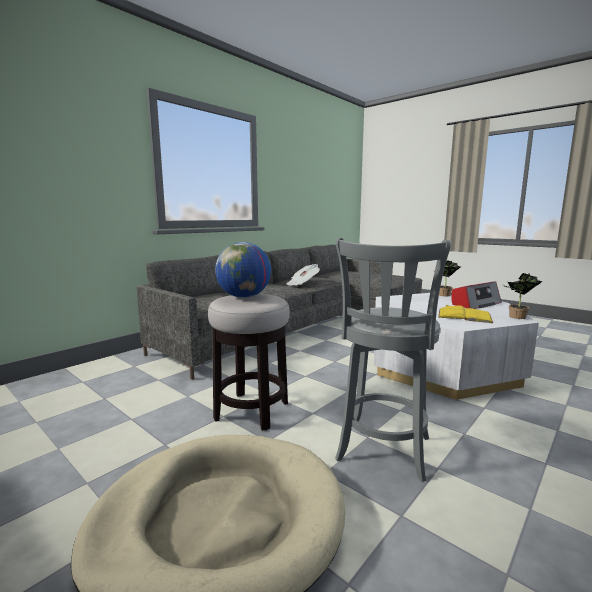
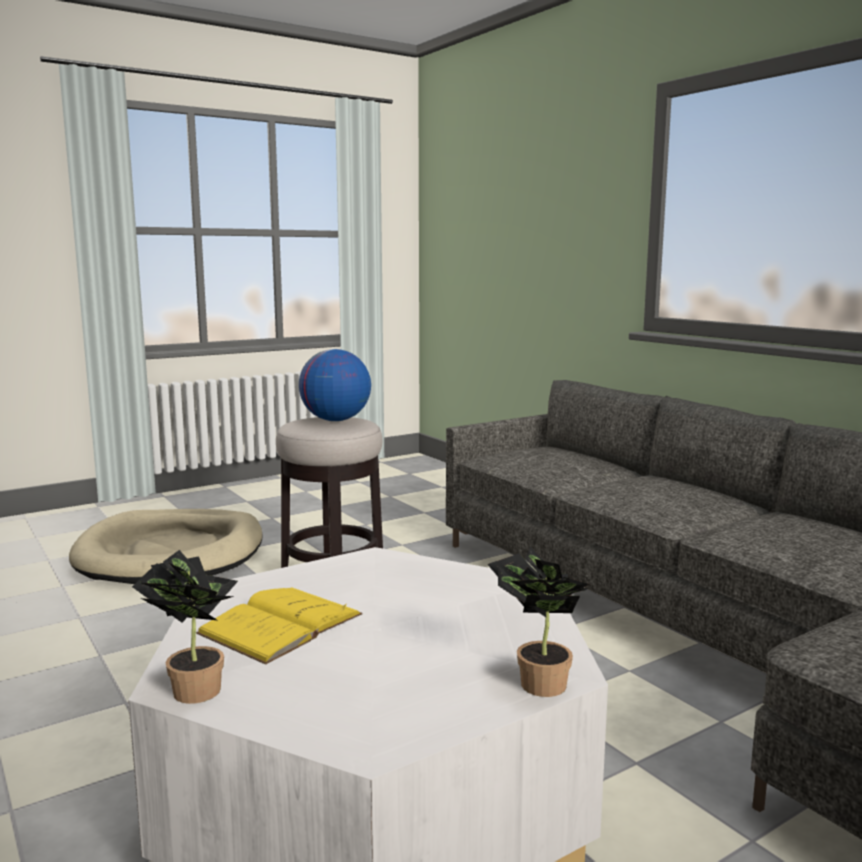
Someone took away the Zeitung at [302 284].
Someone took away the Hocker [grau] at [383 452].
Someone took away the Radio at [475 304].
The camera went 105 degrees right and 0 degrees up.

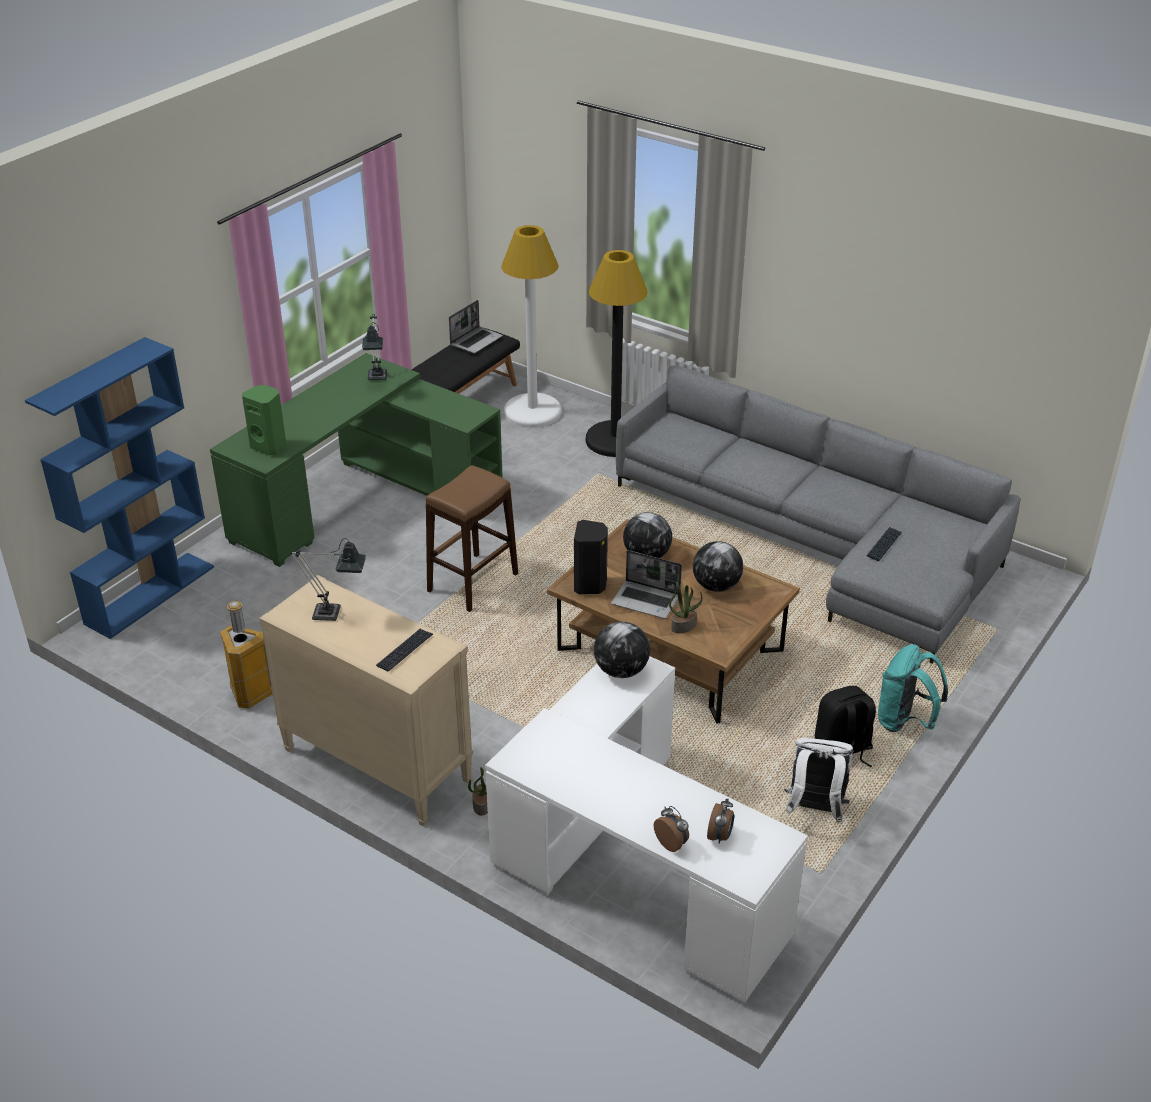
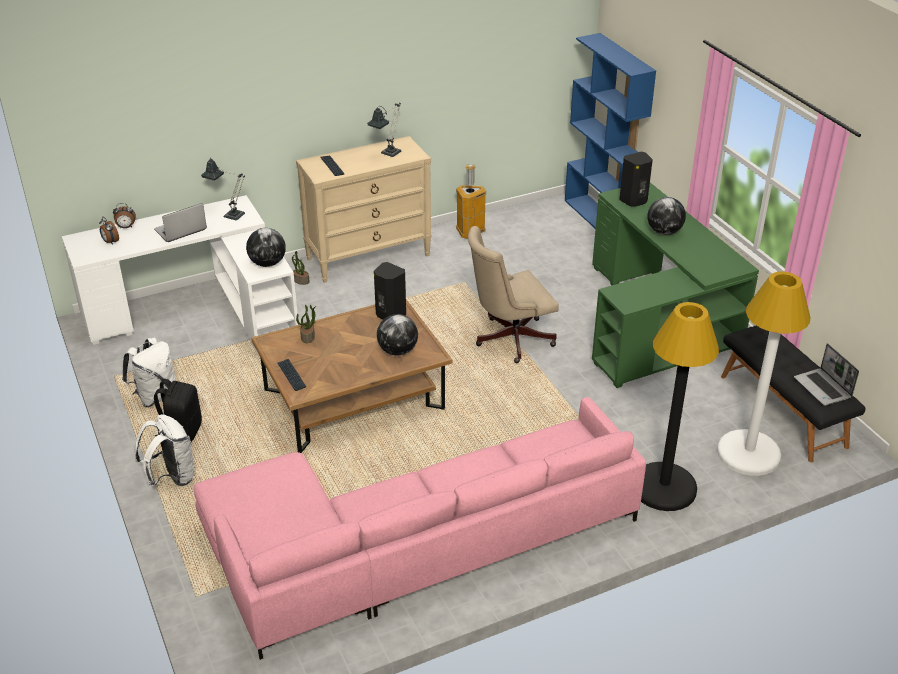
Someone repainted the Rucksack [türkis] at [904 721], which became the Rucksack [weiß] at [171 477].
Someone carried the Laptop from [646 600] to [180 230].
Someone repainted the Sofa [grau] at [816 541], which became the Sofa [rosa] at [408 545].
Someone carried the Tischlampe from [377 379] to [230 214].
Someone carried the Tastatur from [884 545] to [291 375].
Someone swapped the Hocker [braun] at [473 583] for the Bürostuhl [beige] at [509 339].
Someone repainted the Lautsprecher [grün] at [269 446], which became the Lautsprecher [schwarz] at [634 201].
Someone carried the Globus from [716 586] to [664 232].
The camera went 120 degrees right and 0 degrees up.

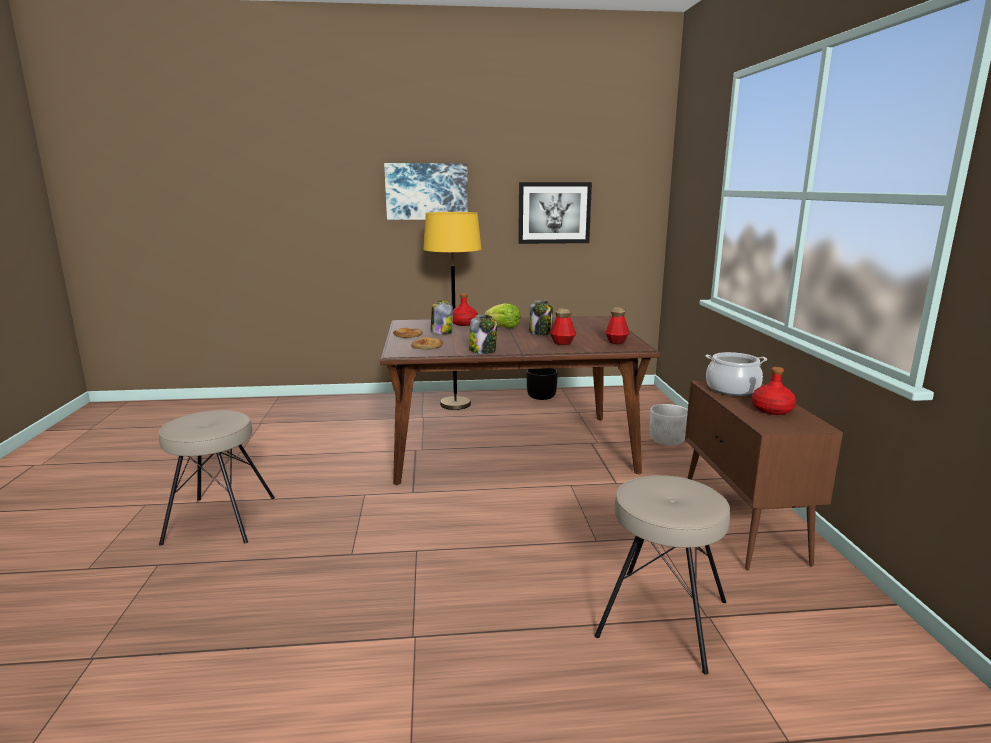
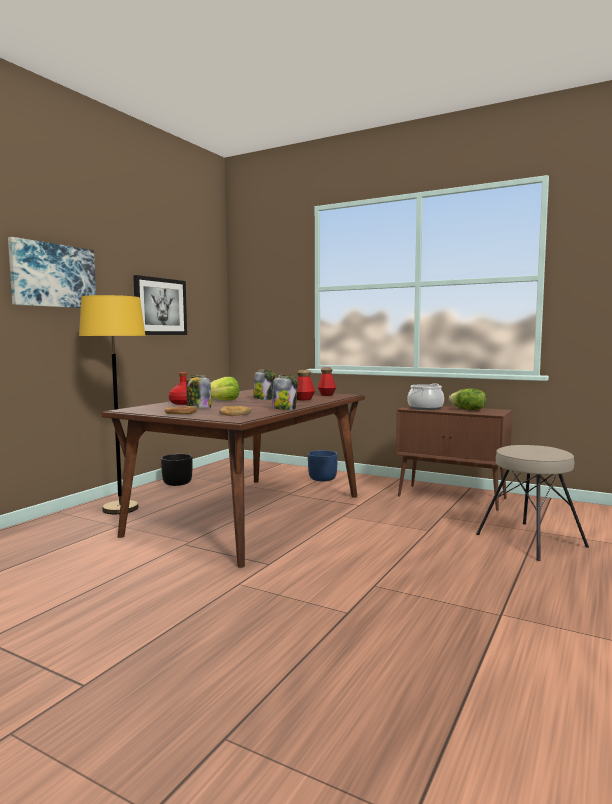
Someone repainted the Pflanzkübel [weiß] at [667 441], which became the Pflanzkübel [blau] at [322 479].
Someone swapped the Flasche [rot] at [771 410] for the Salatkopf at [468 409].
Someone took away the Hocker [beige] at [219 519].
The camera went 55 degrees left and 10 degrees down.

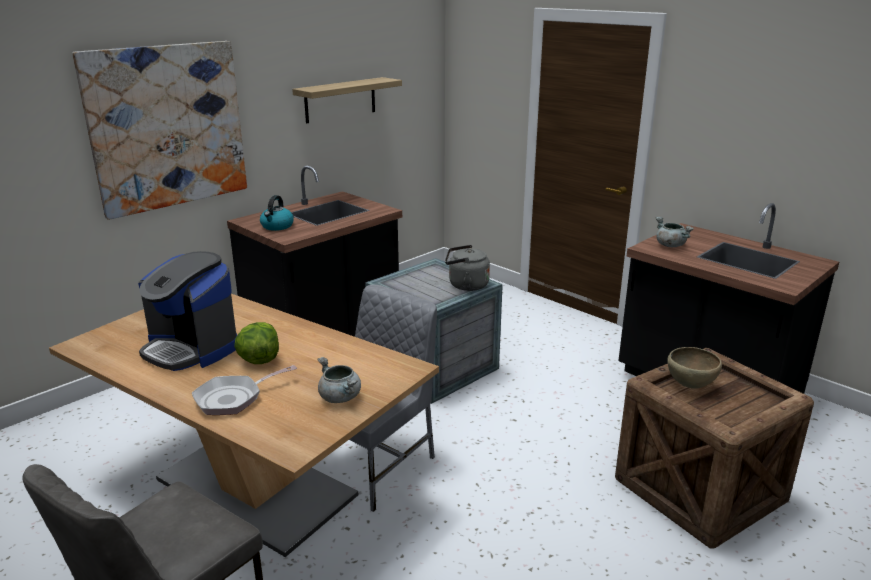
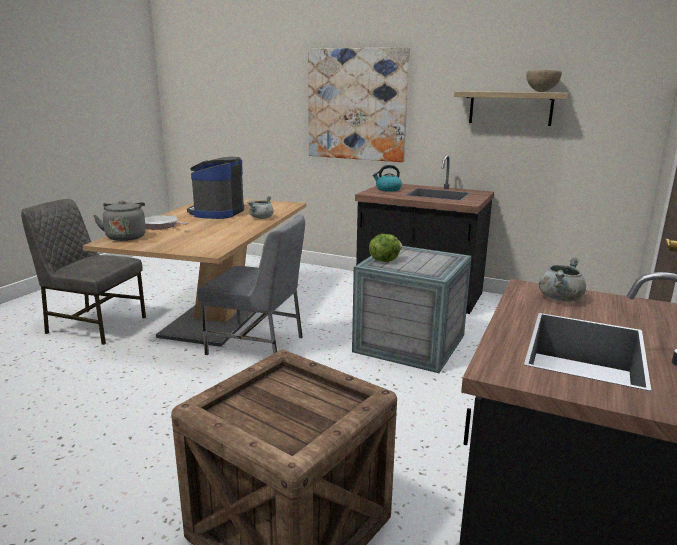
Someone carried the Wasserkessel [grau] from [465 285] to [126 237].
Someone carried the Kochtopf [grau] from [340 398] to [261 218].
Someone carried the Salatkopf from [259 360] to [384 260].
Someone carried the Schüssel [braun] from [690 385] to [541 92].
The camera went 70 degrees right and 5 degrees down.

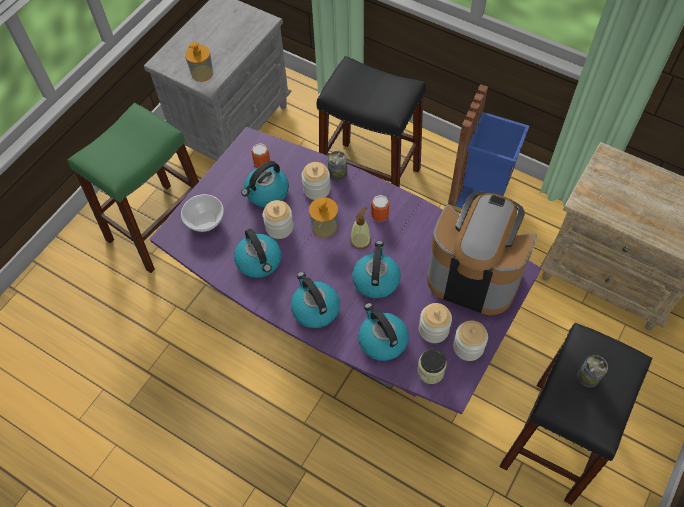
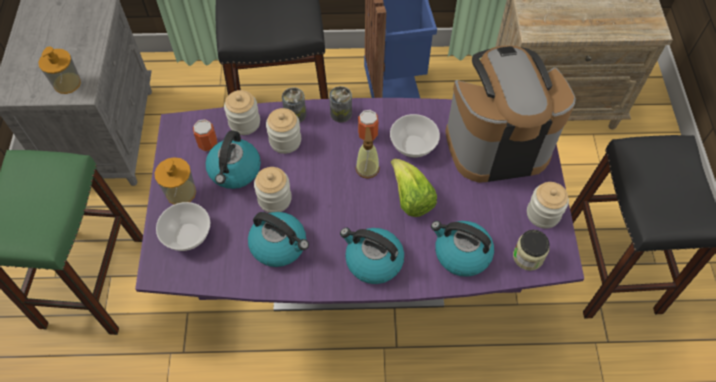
Someone carried the Seifenspender from [324 227] to [181 192].
Someone carried the Vorratsglas from [433 330] to [244 123].
Someone carried the Dose from [588 376] to [341 113].
Someone put down the Schüssel at [412 146].
Someone swapped the Wasserkessel at [376 280] for the Salatkopf at [411 198].
The camera went 35 degrees left and 0 degrees up.

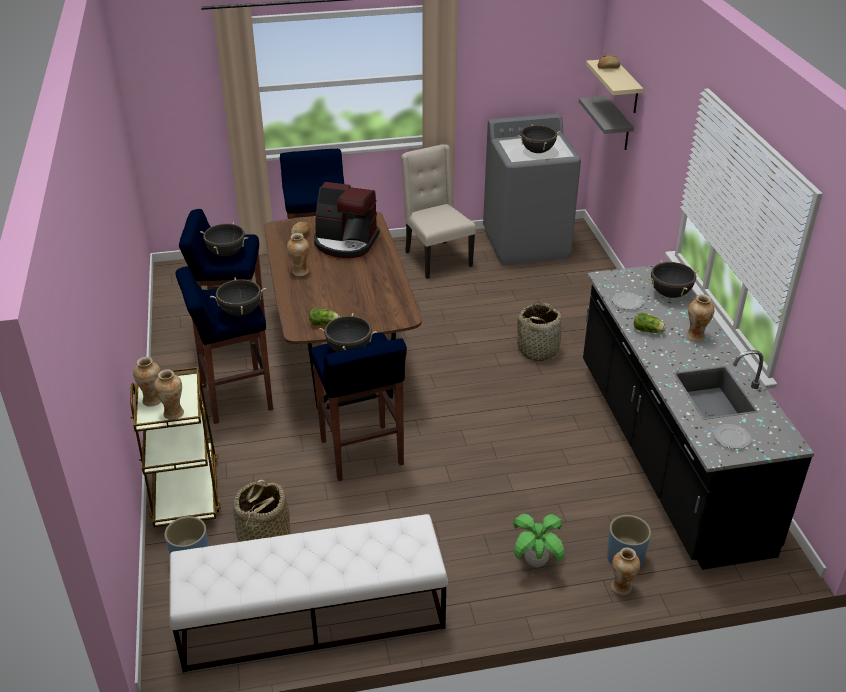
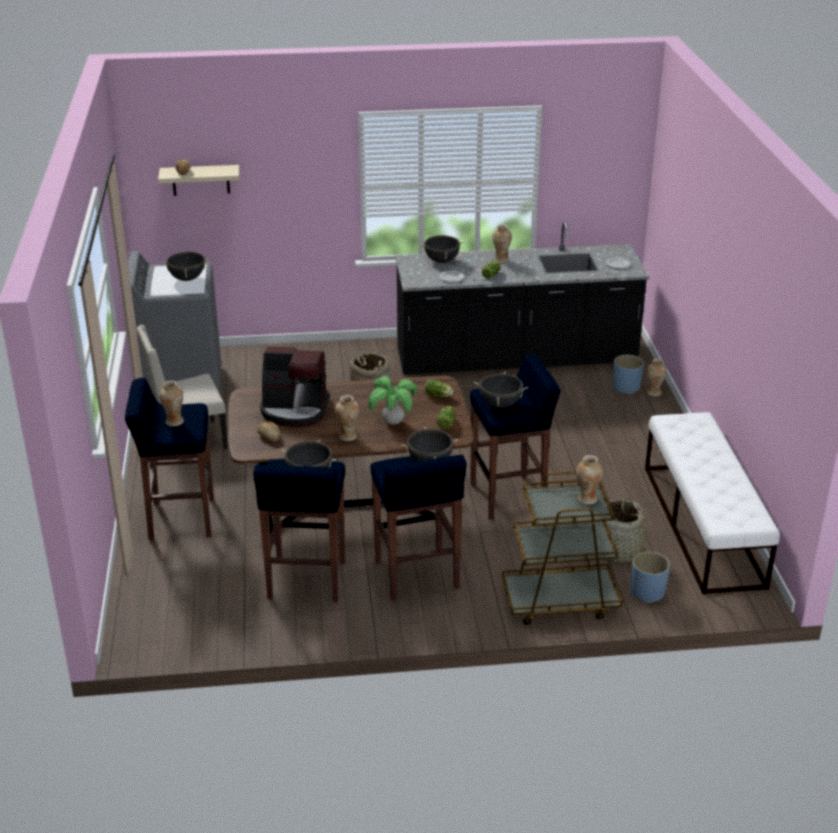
Someone carried the Vase from [152 400] to [174 422].
Someone rotated the Kaffeemaschine at [345 242] by 75 degrees clockwise.
Someone carried the Topfpflanze from [536 562] to [393 422].
Someone put down the Salatkopf at [439 396].
Someone took away the Wandregal [grau] at [618 124].
The camera went 85 degrees left and 5 degrees down.

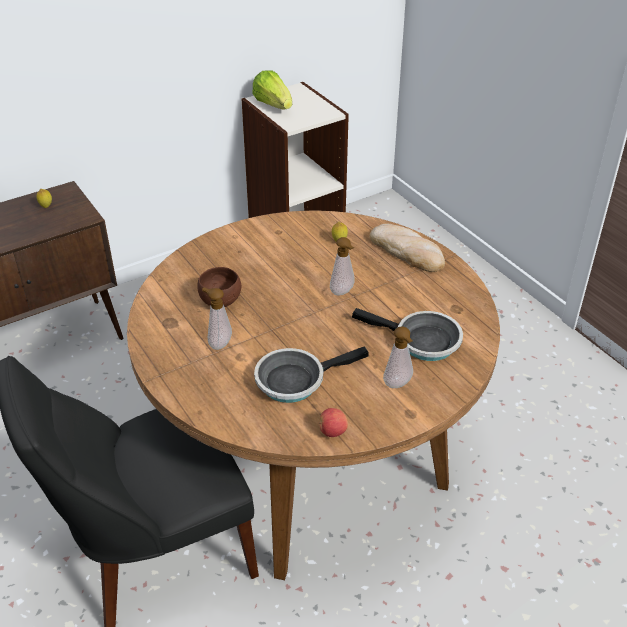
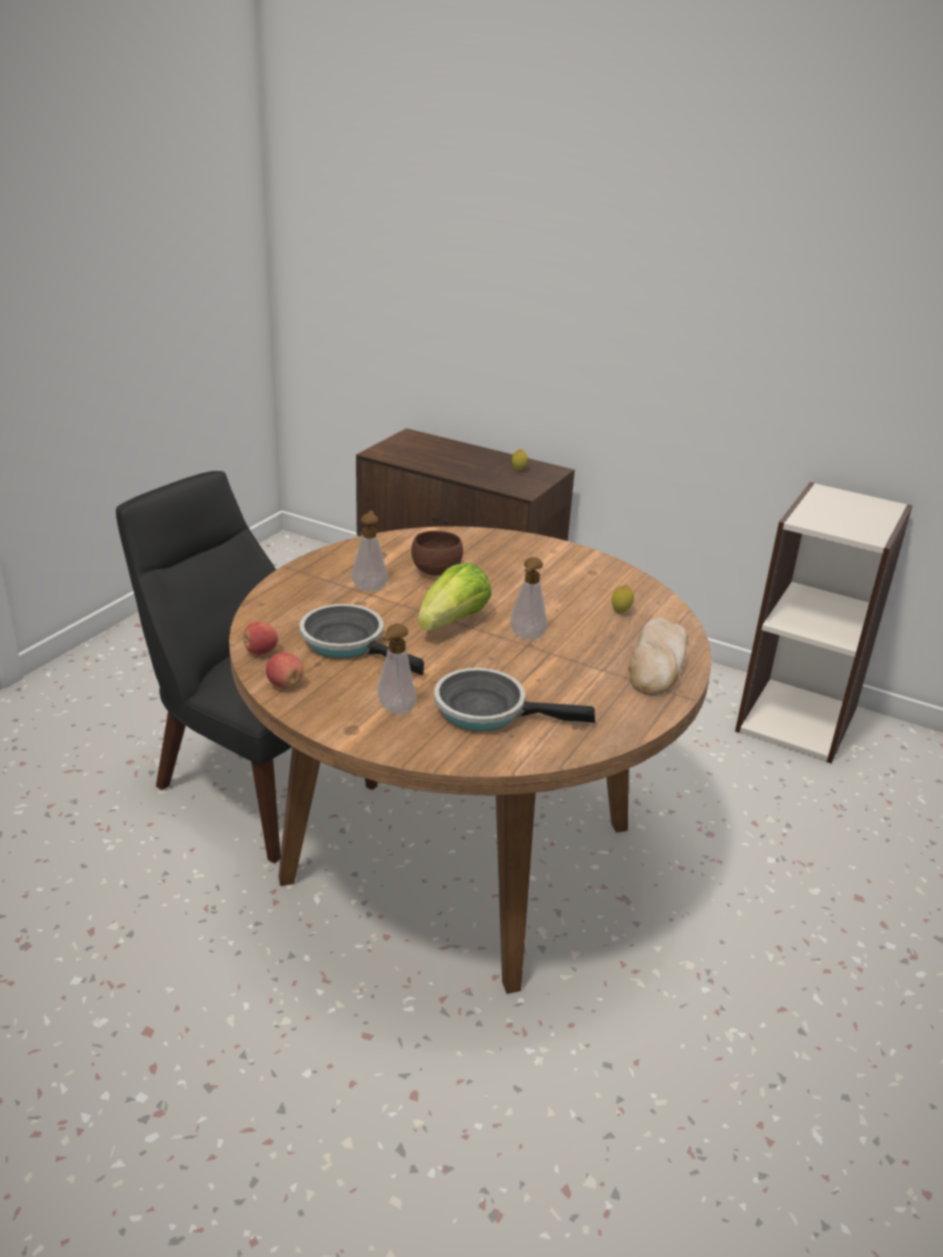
Someone put down the Apfel at [260 651].
Someone carried the Salatkopf from [273 105] to [453 622].
Someone rotated the Pfanne at [421 341] by 105 degrees clockwise.
The camera went 60 degrees right and 10 degrees down.

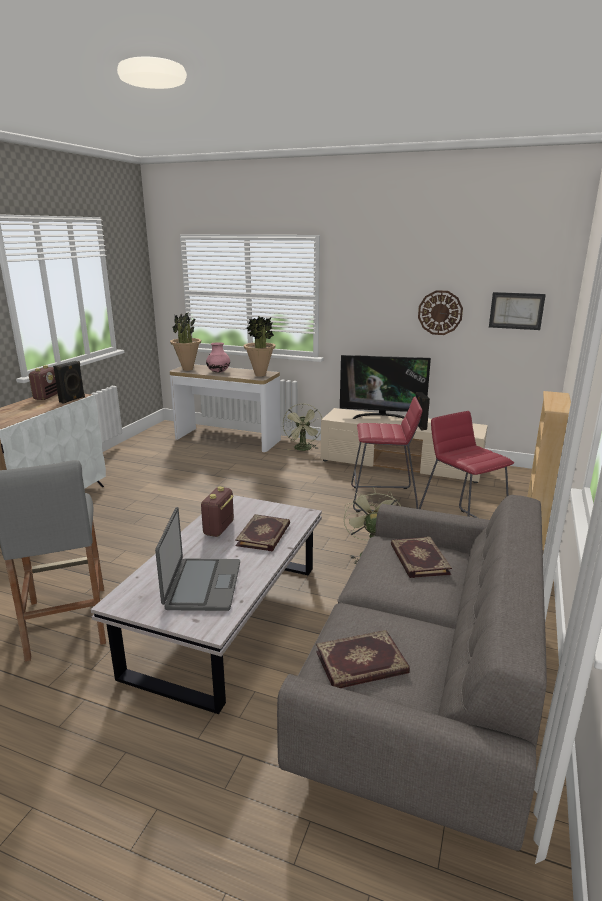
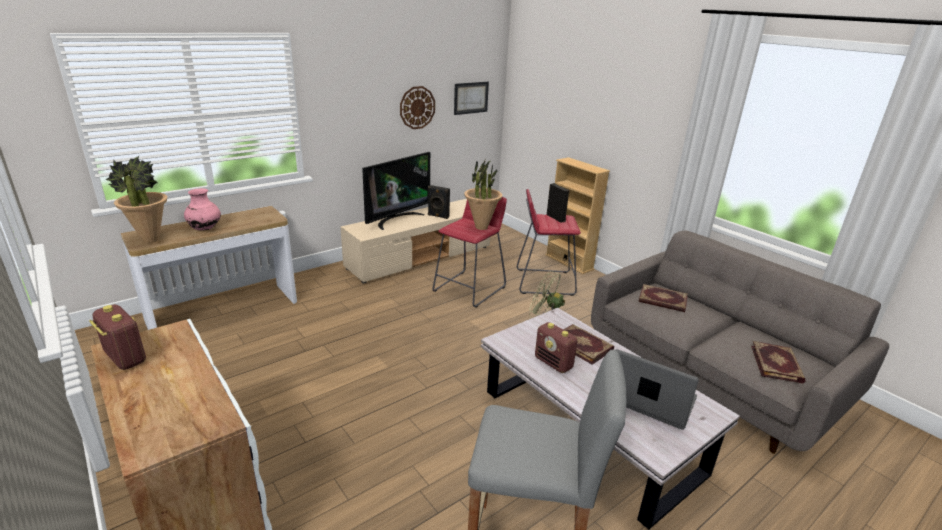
Someone carried the Topfpflanze from [260 375] to [481 227].
Someone carried the Lautsprecher [schwarz] from [73 400] to [556 218].
Someone took away the Ventilator [grün] at [303 449].
The camera went 60 degrees left and 5 degrees up.

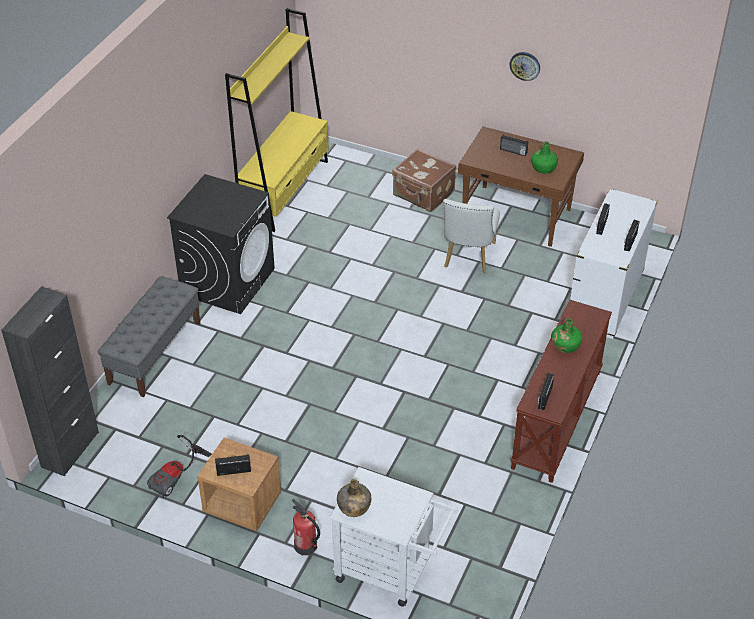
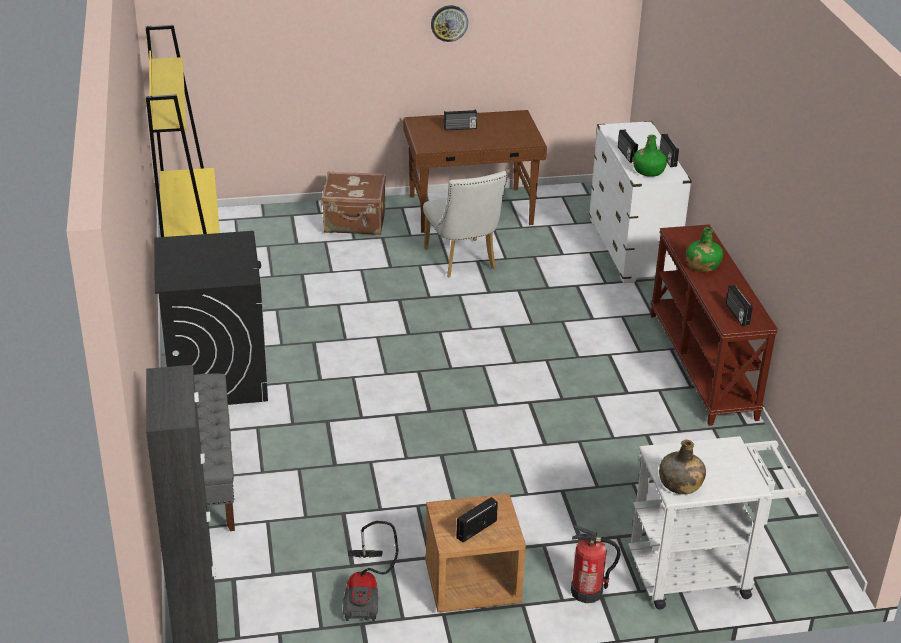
Someone carried the Flasche [grün] from [543 168] to [648 171].
The camera went 35 degrees left and 10 degrees down.

